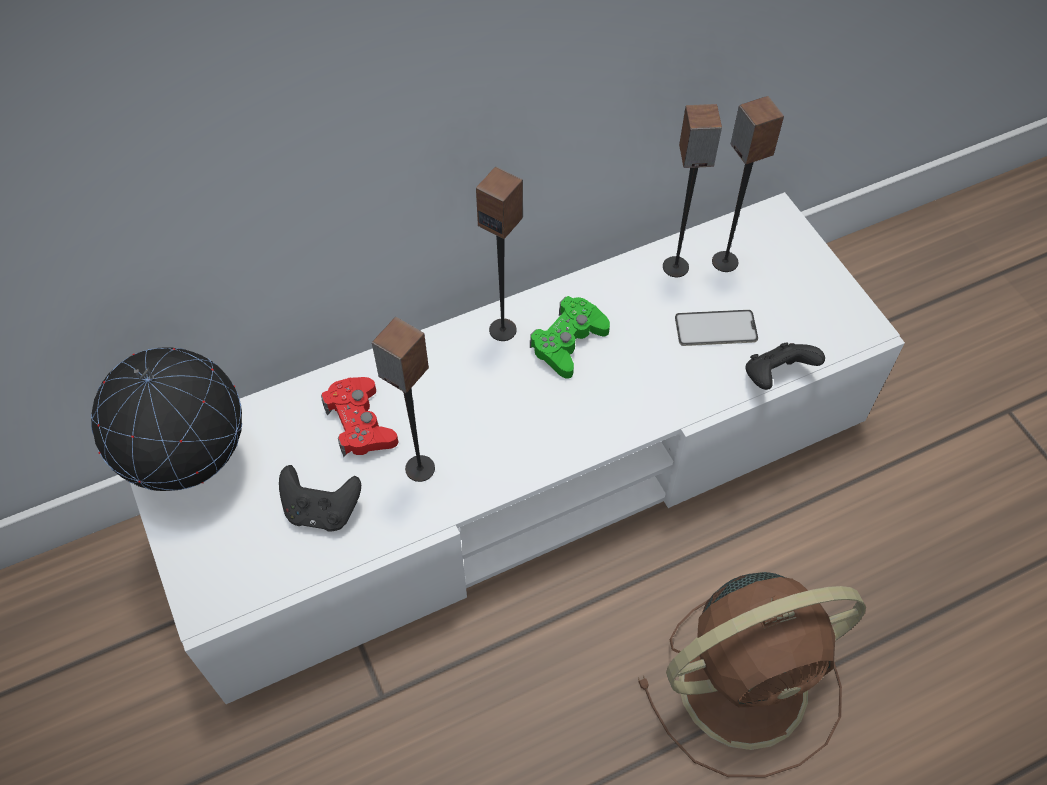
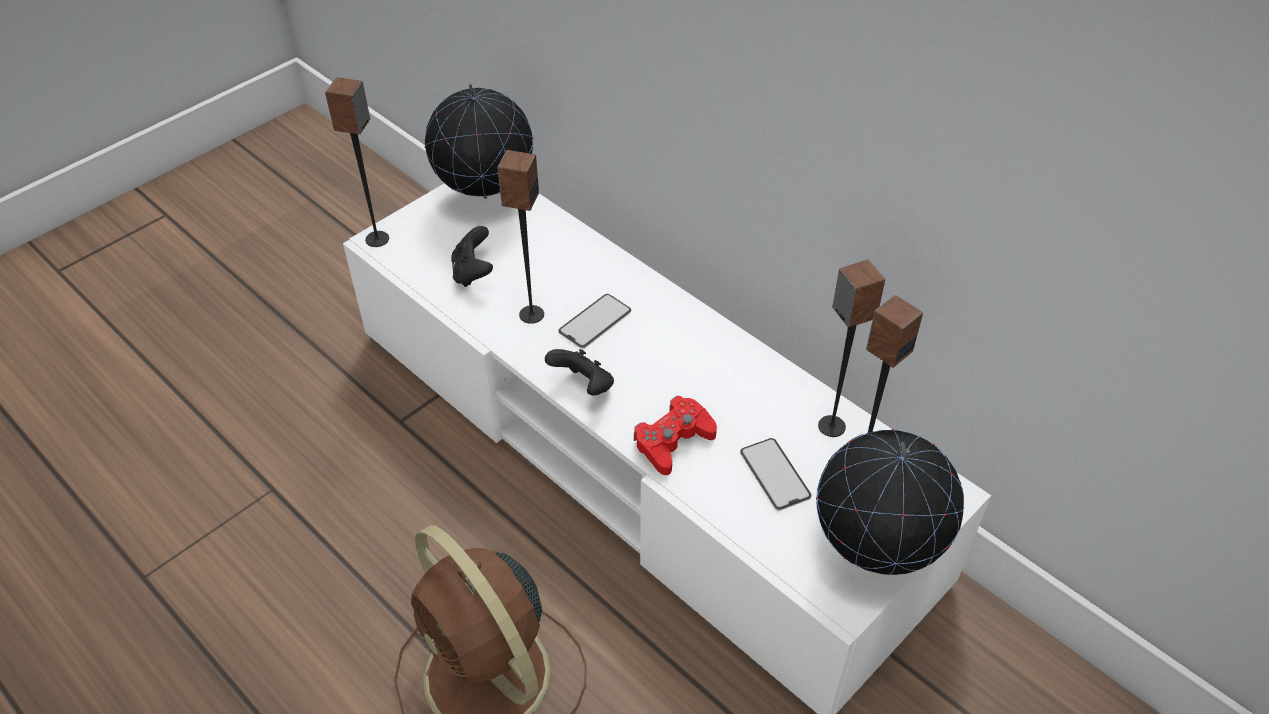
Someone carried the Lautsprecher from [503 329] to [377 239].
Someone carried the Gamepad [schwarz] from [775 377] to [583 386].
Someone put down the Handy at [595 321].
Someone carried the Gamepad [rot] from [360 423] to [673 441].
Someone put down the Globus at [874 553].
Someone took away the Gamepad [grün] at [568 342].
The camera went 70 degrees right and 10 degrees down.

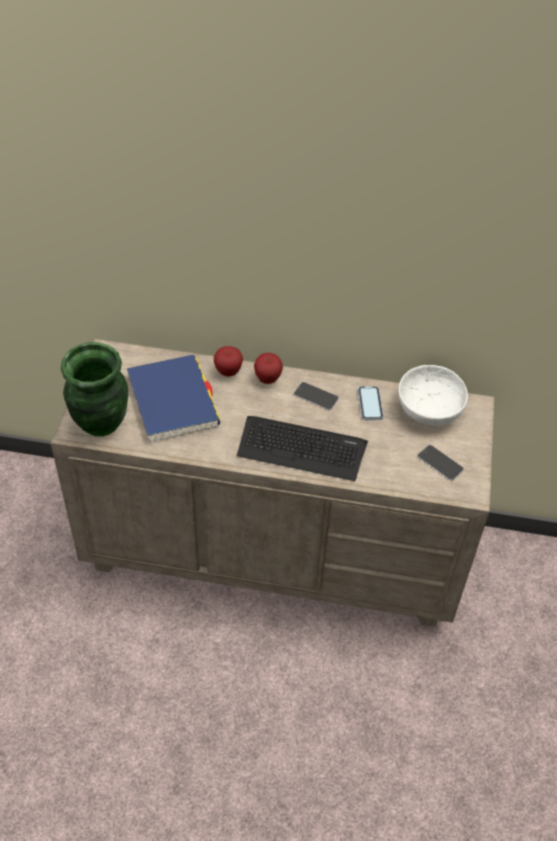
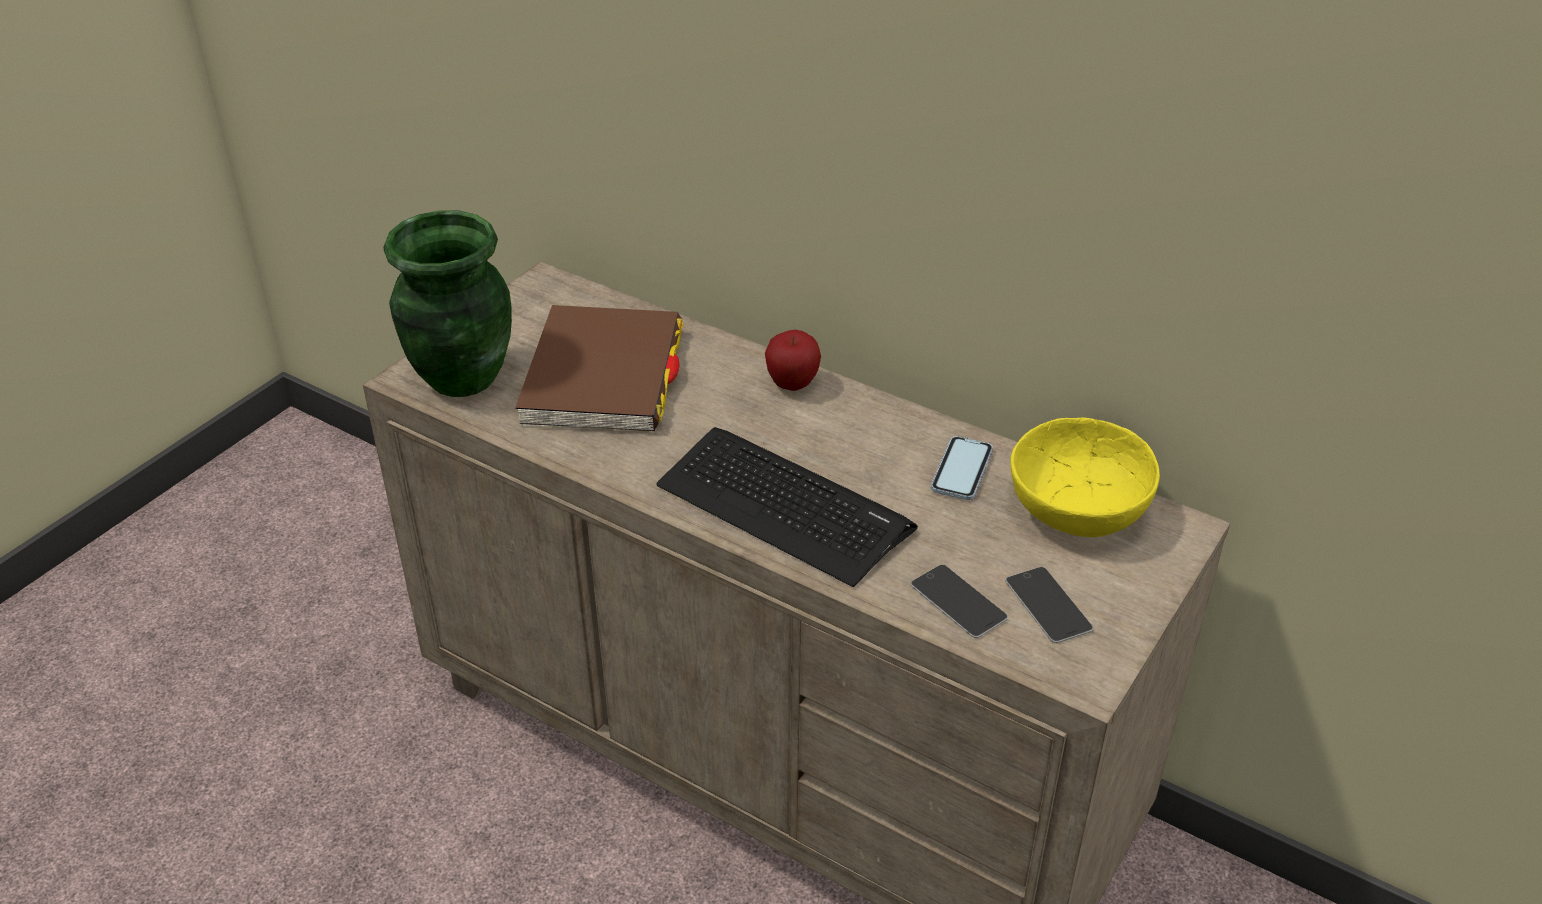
Someone repainted the Buch [blau] at [173 401], which became the Buch [braun] at [603 376].
Someone carried the Handy from [316 396] to [958 601].
Someone repainted the Schüssel [weiß] at [428 409], which became the Schüssel [gelb] at [1075 508].
Someone took away the Apfel at [228 372].
The camera went 25 degrees right and 10 degrees down.

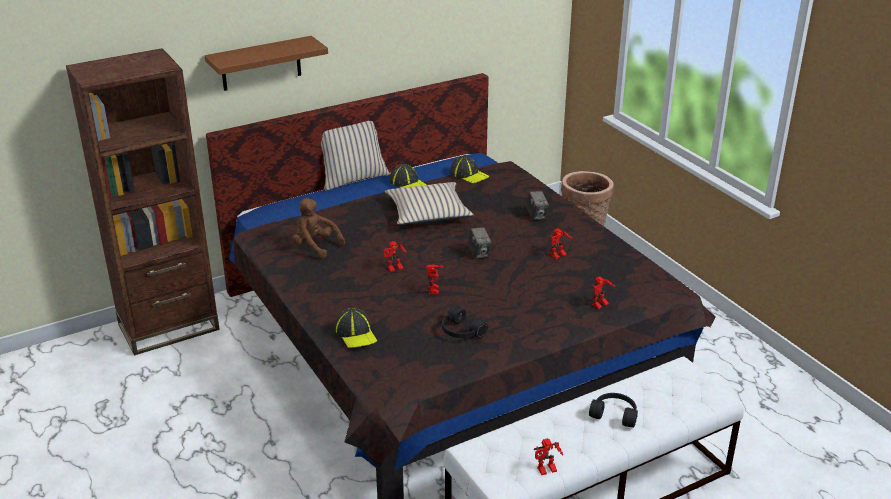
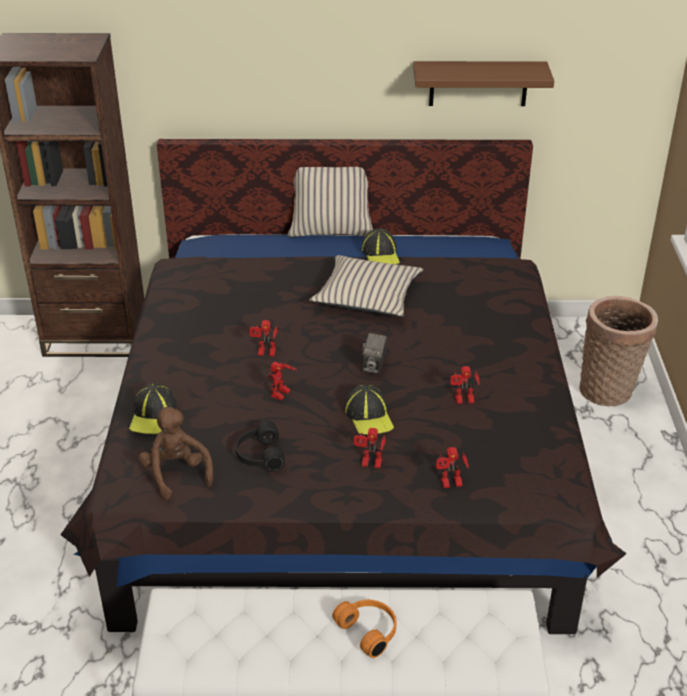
Someone carried the Plüschtier [braun] from [315 246] to [176 474].
Someone repainted the Kopfhörer [schwarz] at [614 414], which became the Kopfhörer [orange] at [369 630].
Someone carried the Kappe from [469 174] to [369 416].
Someone carried the Spielzeugroboter from [546 471] to [369 464].
Someone carried the Wandregal [braun] from [261 64] to [478 83].
Someone took away the Kamera at [536 216].
The camera went 30 degrees right and 5 degrees up.

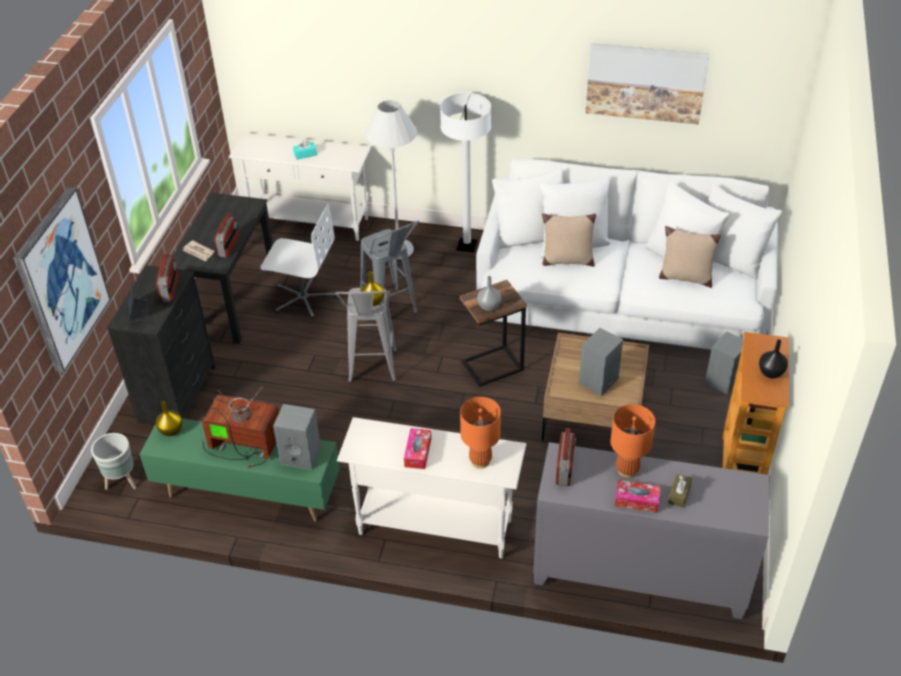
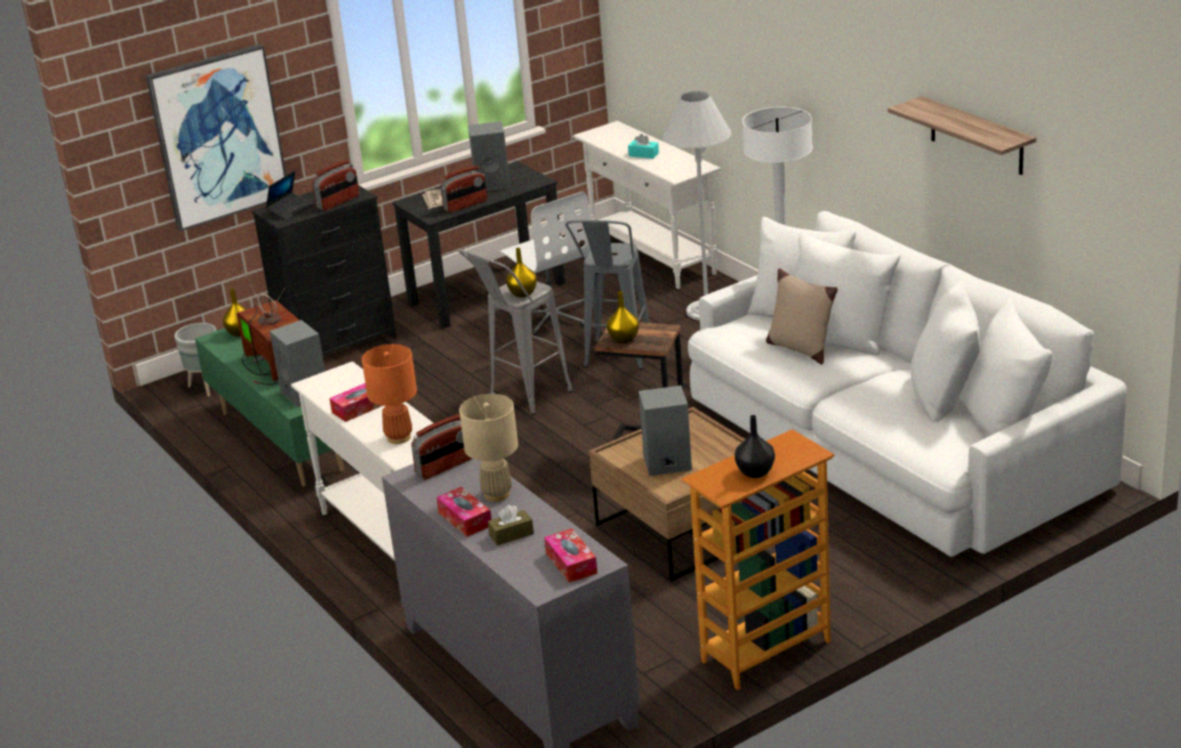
Someone repainted the Tischlampe [orange] at [627 470], which became the Tischlampe [beige] at [496 494].
Someone carried the Lautsprecher [grau] from [722 380] to [493 183].
Someone put down the Taschentuchbox at [571 563].
Someone repainted the Vase [grau] at [489 306], which became the Vase [gelb] at [624 339].
Someone swapped the Bild at [645 82] for the Wandregal at [976 136].
Someone took away the Kissen [beige] at [685 277].
The camera went 45 degrees right and 15 degrees down.

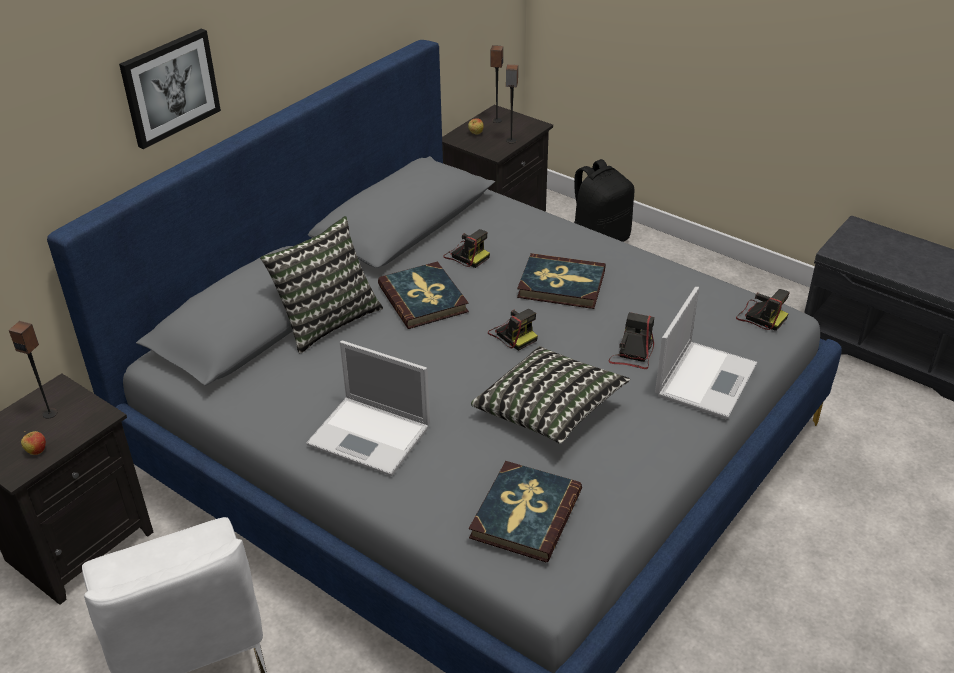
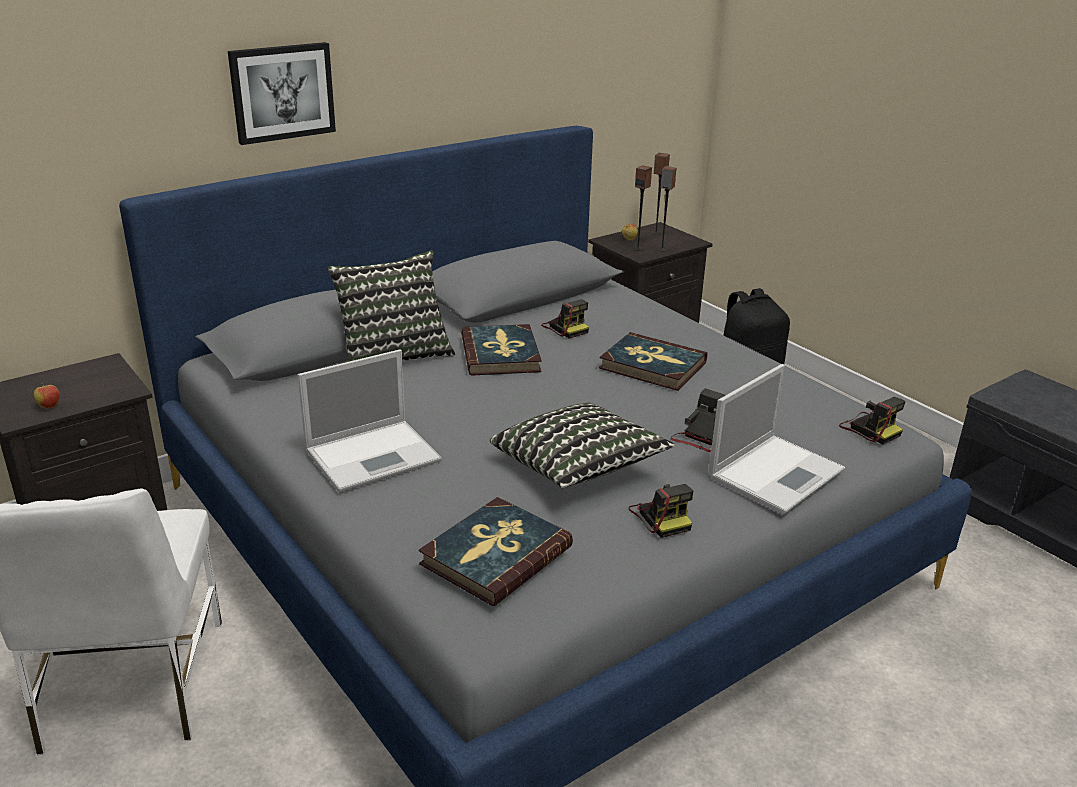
Someone rotated the Laptop at [371 436] by 75 degrees counterclockwise.
Someone carried the Kamera from [513 334] to [661 517].
Someone carried the Lautsprecher from [50 413] to [638 249].
The camera went 15 degrees right and 10 degrees down.

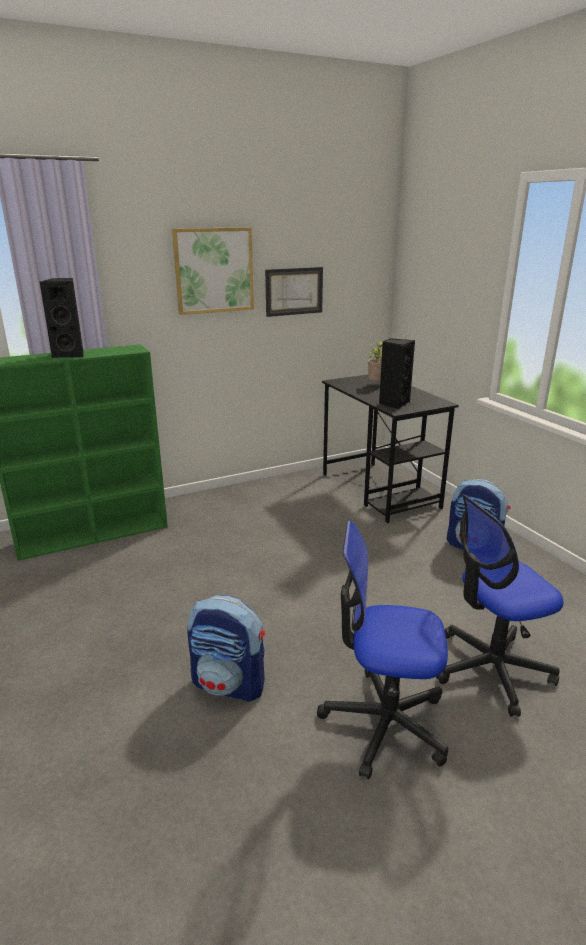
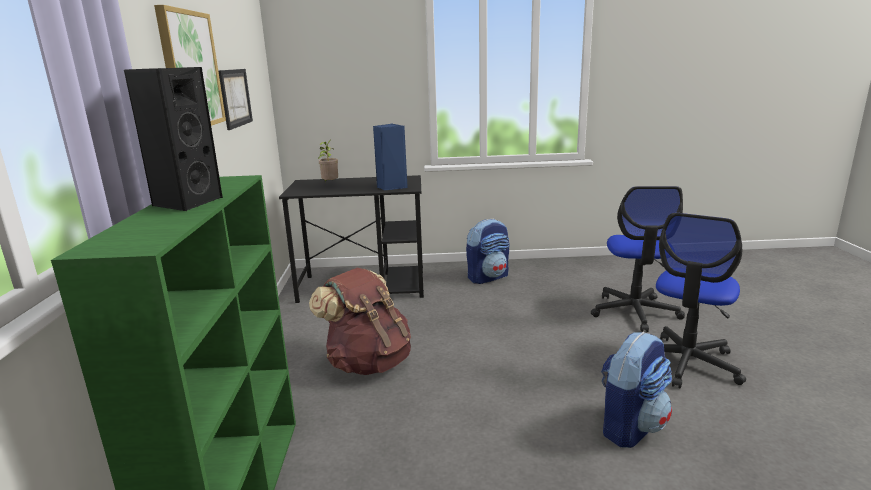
Someone put down the Rucksack [braun] at [368 362].
Someone repainted the Lautsprecher [schwarz] at [393 403], which became the Lautsprecher [blau] at [391 187].
The camera went 65 degrees left and 5 degrees down.

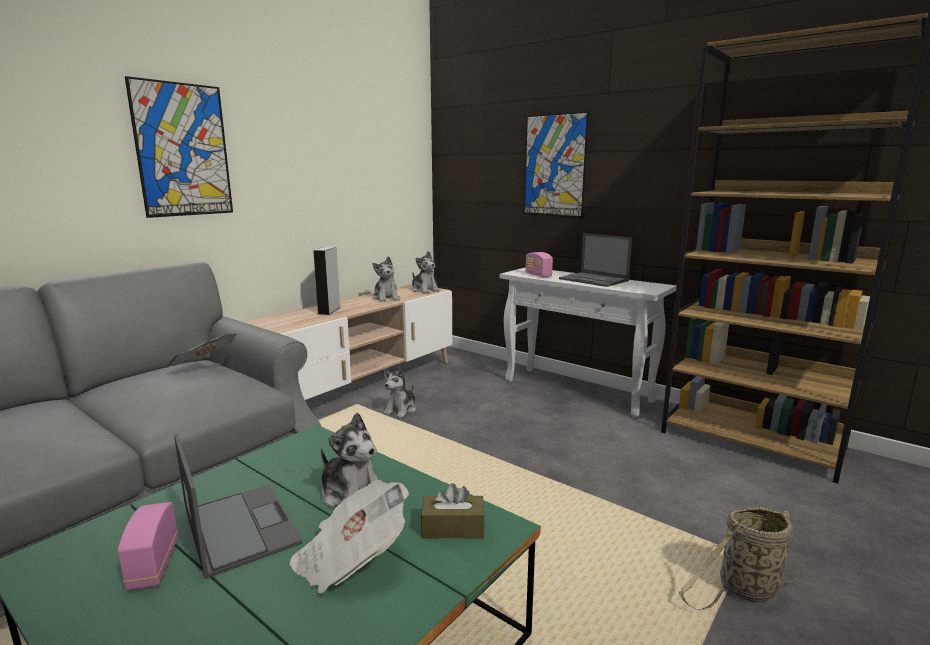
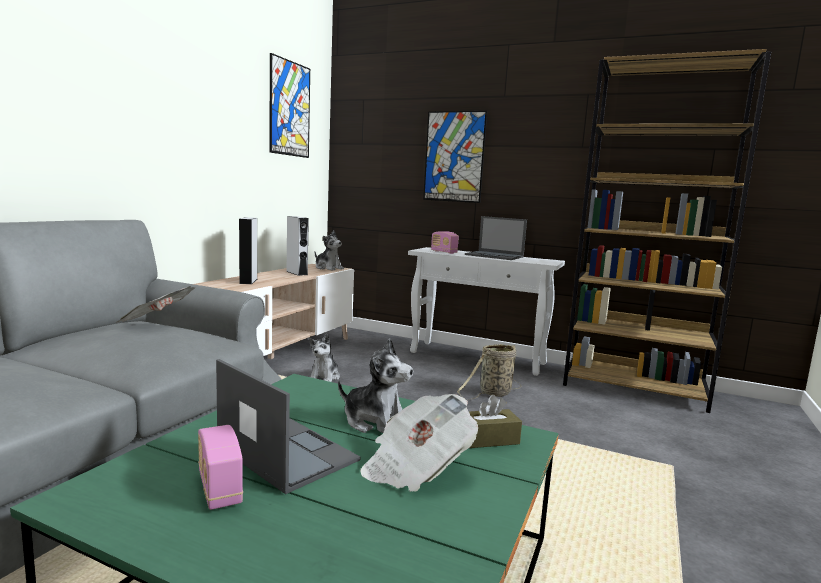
Someone carried the Bild from [183 150] to [289 109].
Someone swapped the Plüschtier at [386 298] for the Lautsprecher [grau] at [296 273].
Someone carried the Korb from [744 590] to [493 393].
The camera went 15 degrees left and 5 degrees down.

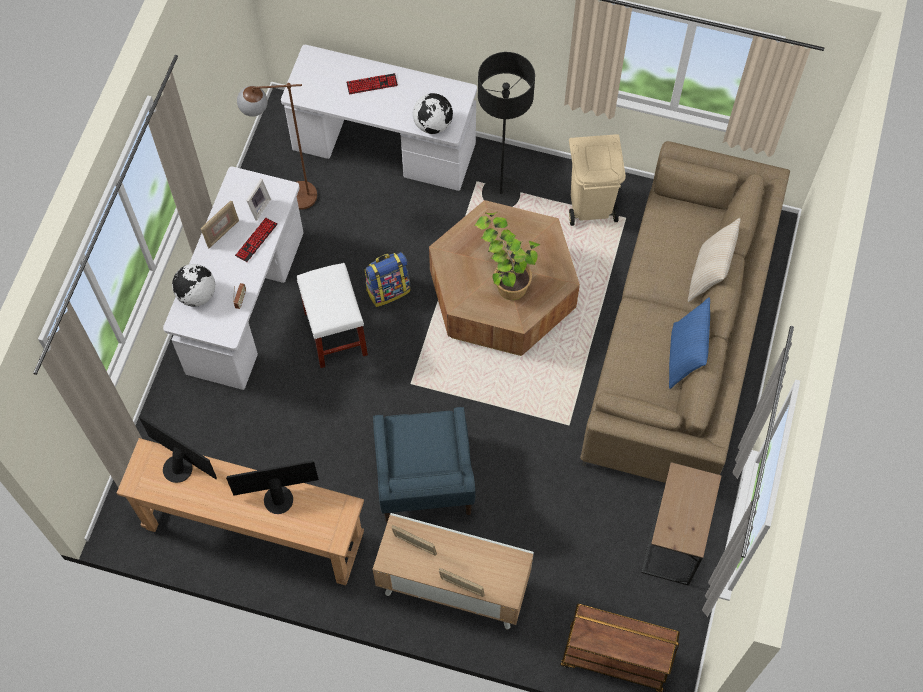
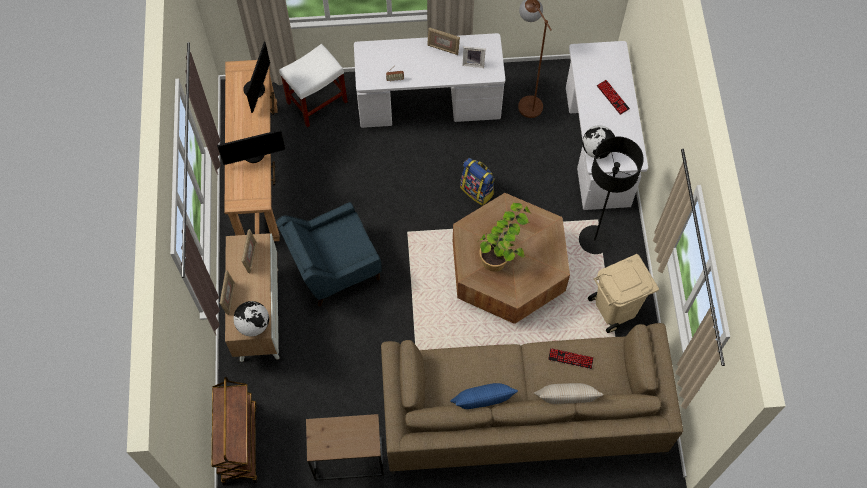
Someone rotated the Monitor at [277 496] by 105 degrees clockwise.
Someone carried the Globus from [197 295] to [253 325].
Someone carried the Hocker [weiß] from [336 334] to [316 103].
Someone carried the Tastatur from [256 240] to [570 359].
The camera went 70 degrees right and 0 degrees up.

